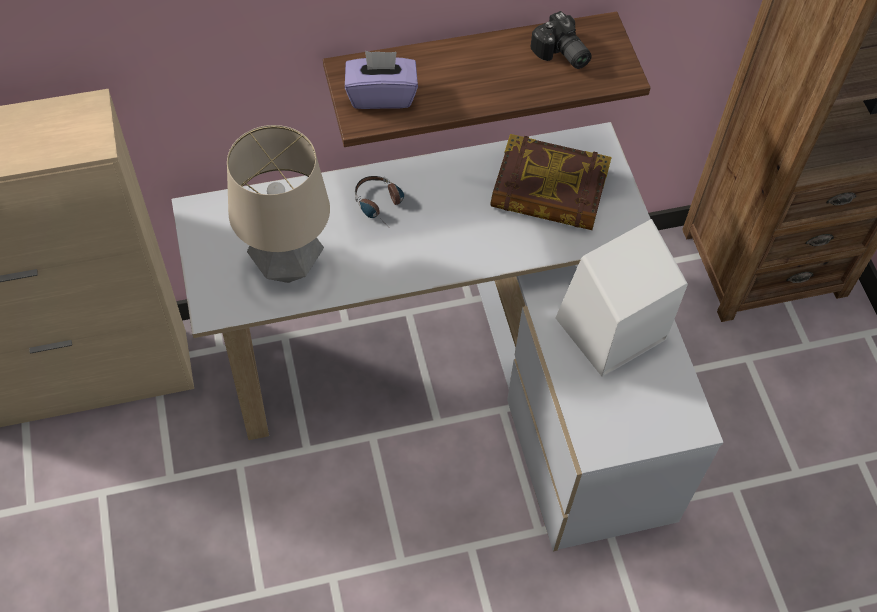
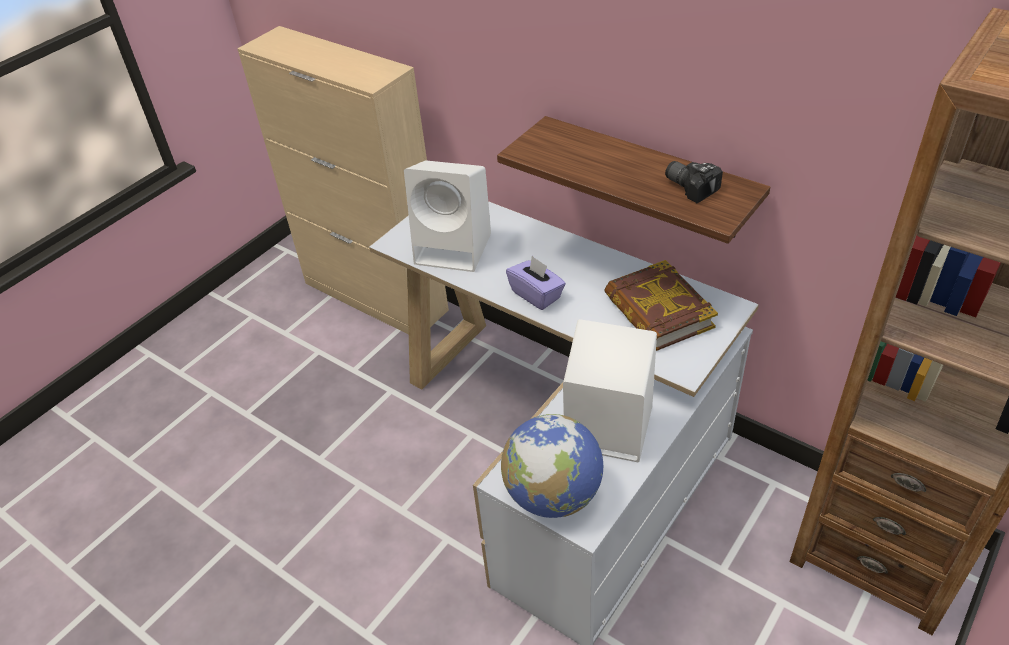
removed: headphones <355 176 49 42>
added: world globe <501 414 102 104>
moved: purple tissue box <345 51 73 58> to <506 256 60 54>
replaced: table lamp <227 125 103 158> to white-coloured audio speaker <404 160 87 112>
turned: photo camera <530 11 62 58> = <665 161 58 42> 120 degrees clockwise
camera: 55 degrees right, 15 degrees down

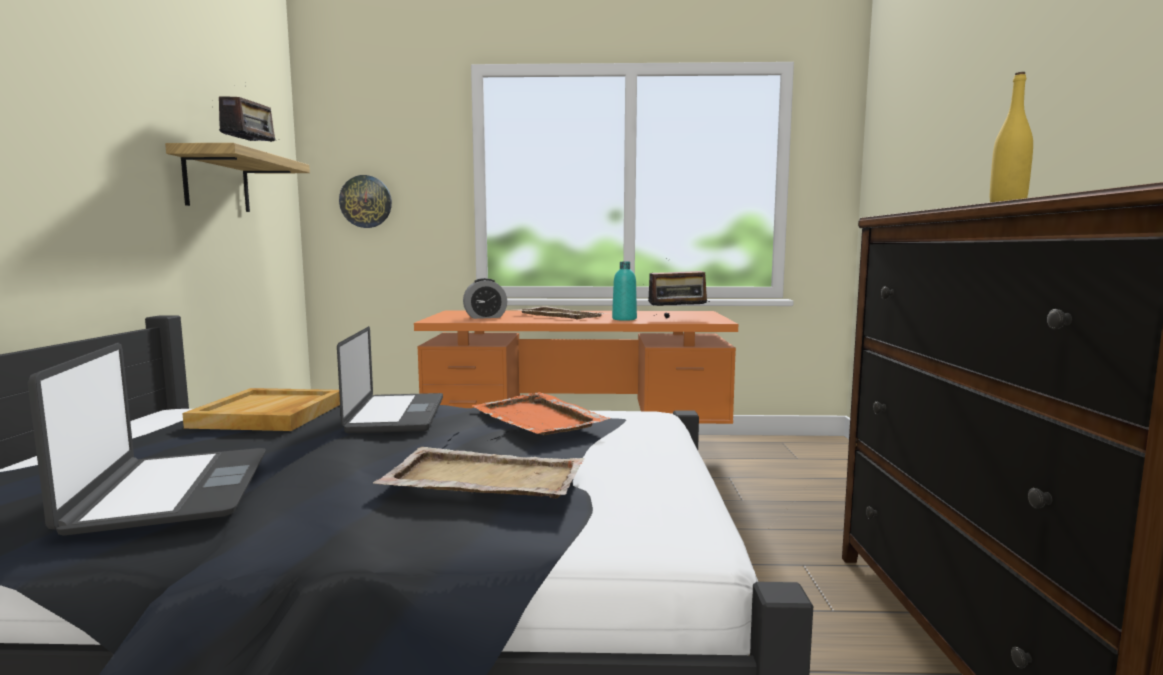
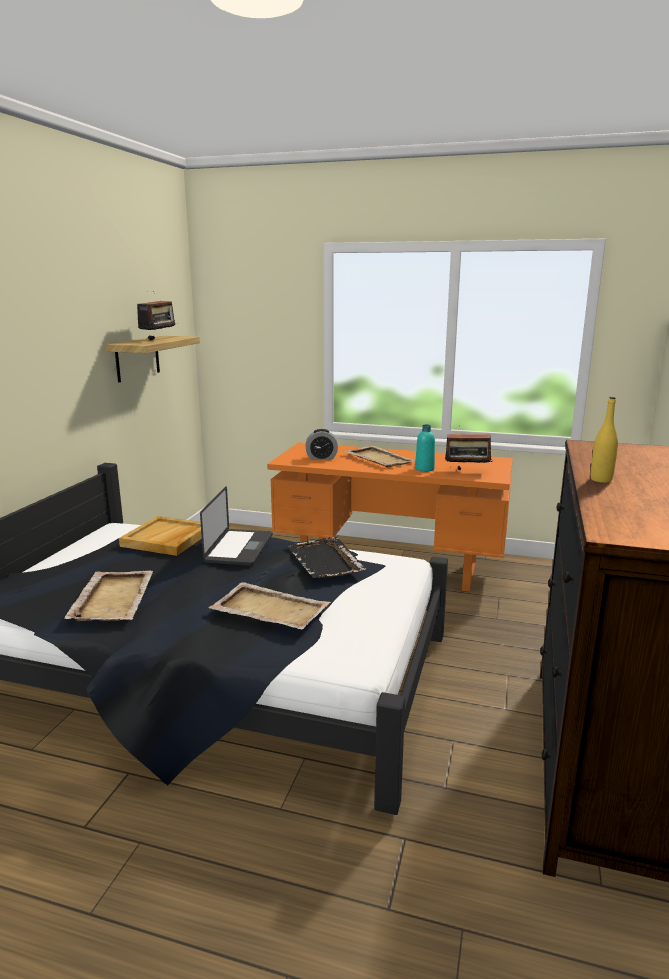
removed: hanging clock <339 175 53 53>
replaced: notebook computer <28 343 238 193> to sand-coloured serving tray <64 570 89 51>
recoloured: orangey serving tray <472 392 139 43> to black serving tray <287 536 80 42>
camera: 15 degrees right, 10 degrees up

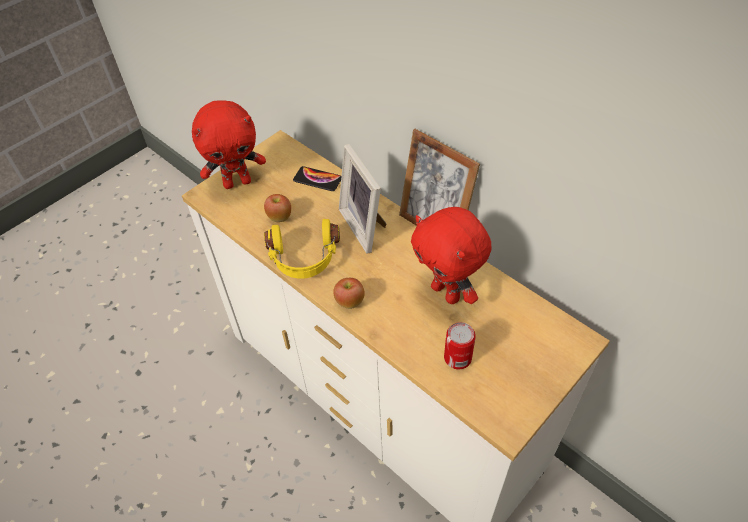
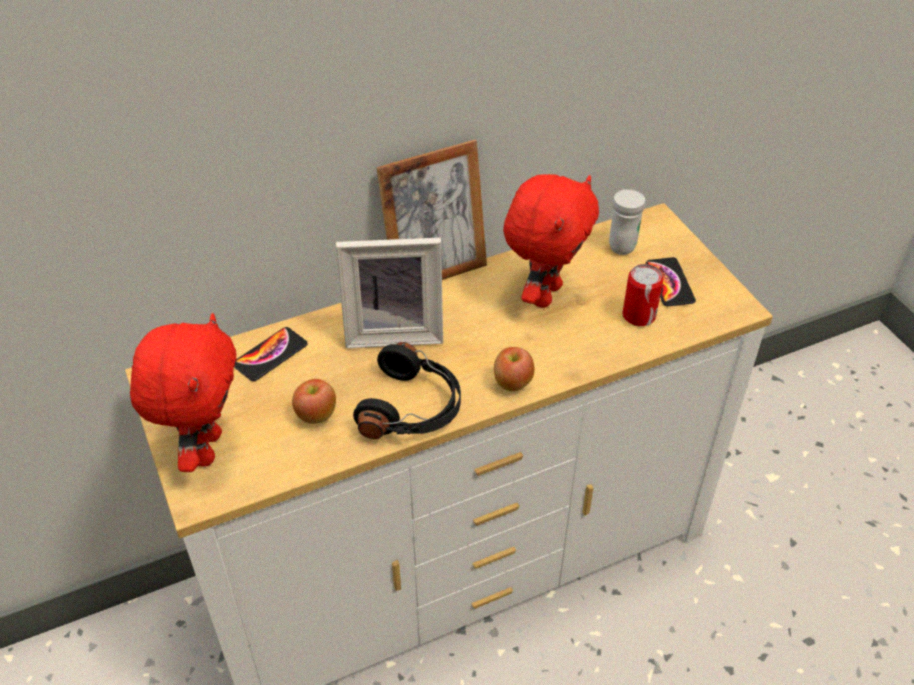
added: white-coloured tea mug <609 189 36 66>; handset <646 257 50 49>
recoloured: yellowish headphones <264 219 76 60> to black headphones <353 342 108 97>
turned: red cuddly toy <411 207 80 97> = <503 174 96 134> 45 degrees counterclockwise
camera: 70 degrees left, 5 degrees down

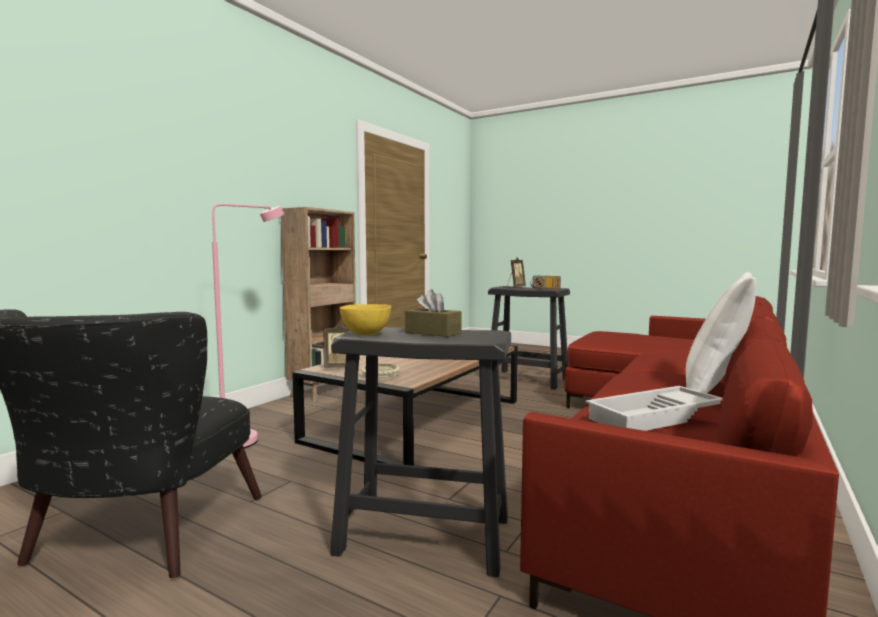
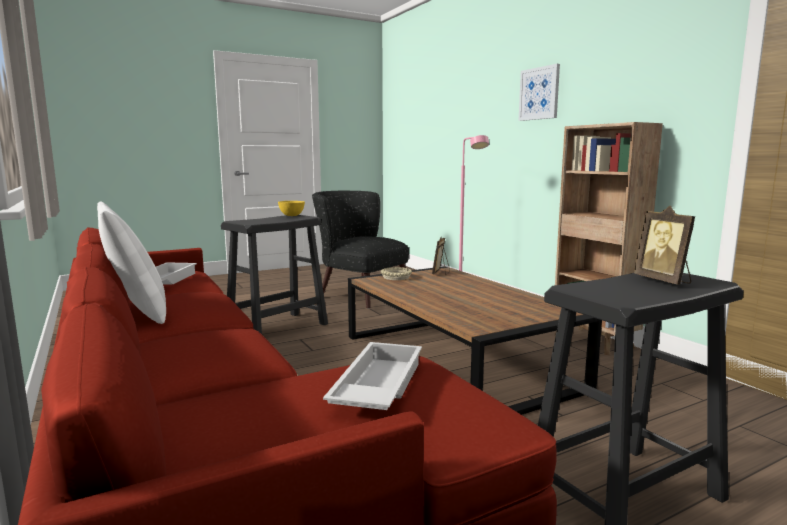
removed: brownish tissue box <405 289 57 48>; radio set <530 275 31 14>
added: white-coloured serving tray <323 342 99 68>; wall art <519 64 41 57>
camera: 120 degrees right, 5 degrees up

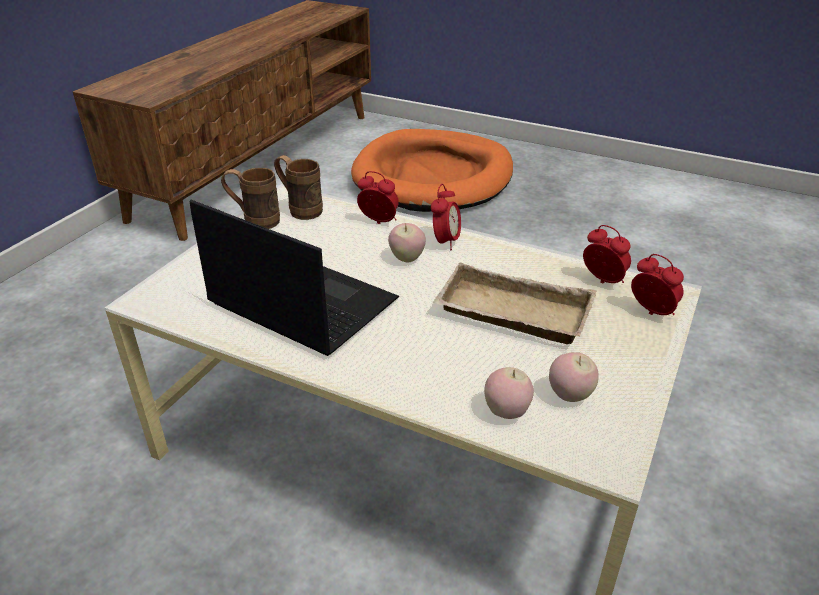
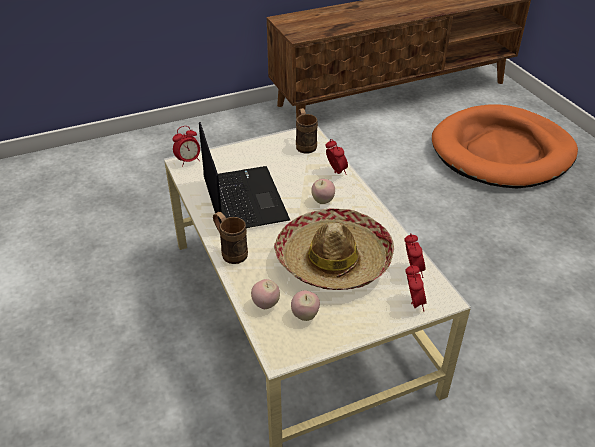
moved: bedside clock <431 184 30 66> to <172 126 28 41>; brownish tea mug <221 168 59 61> to <213 212 35 52>
replaced: sand-coloured serving tray <433 262 163 82> to wearable hat <274 209 120 81>
camera: 40 degrees right, 5 degrees up

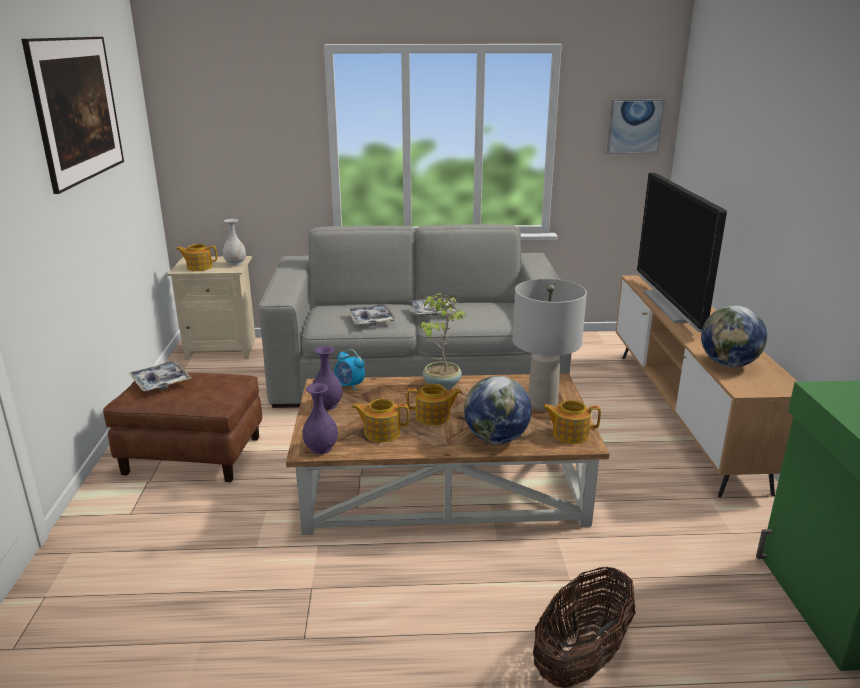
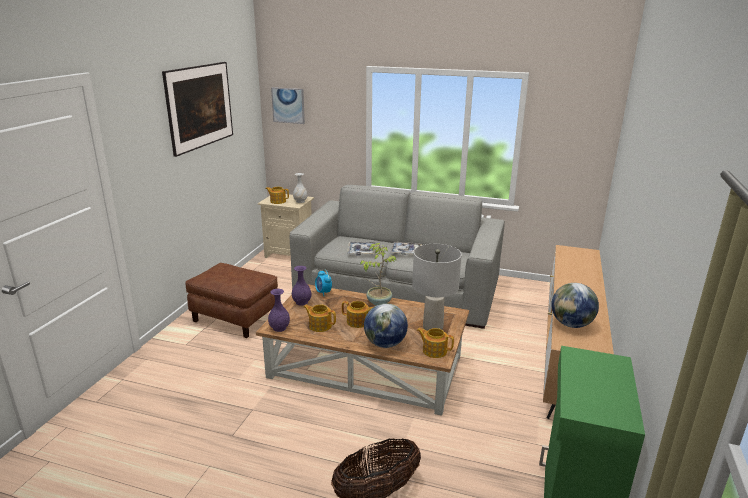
removed: serving tray <129 361 62 30>; television <637 173 90 159>
moved: wall art <607 99 58 55> to <271 87 34 37>
camera: 20 degrees right, 0 degrees up

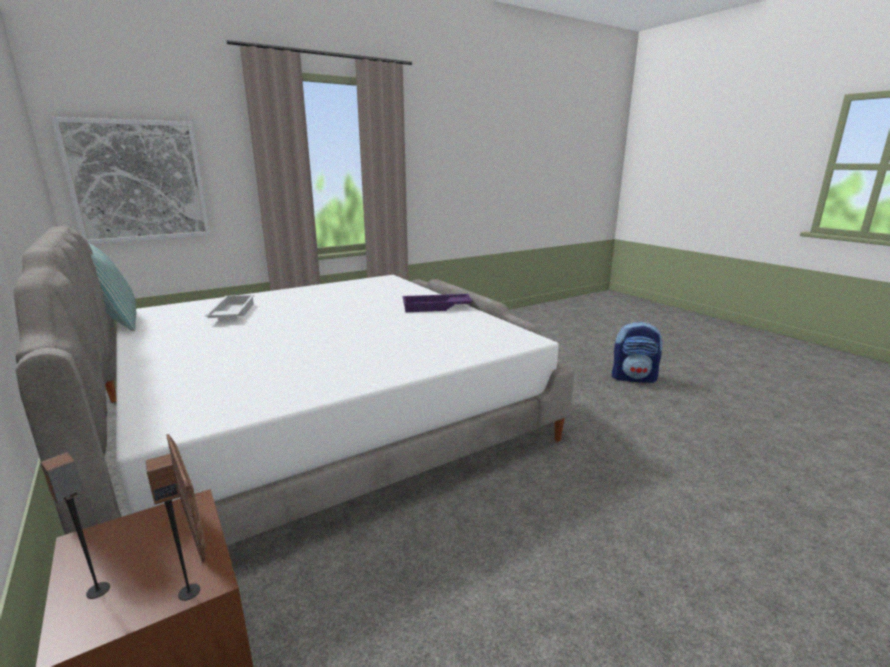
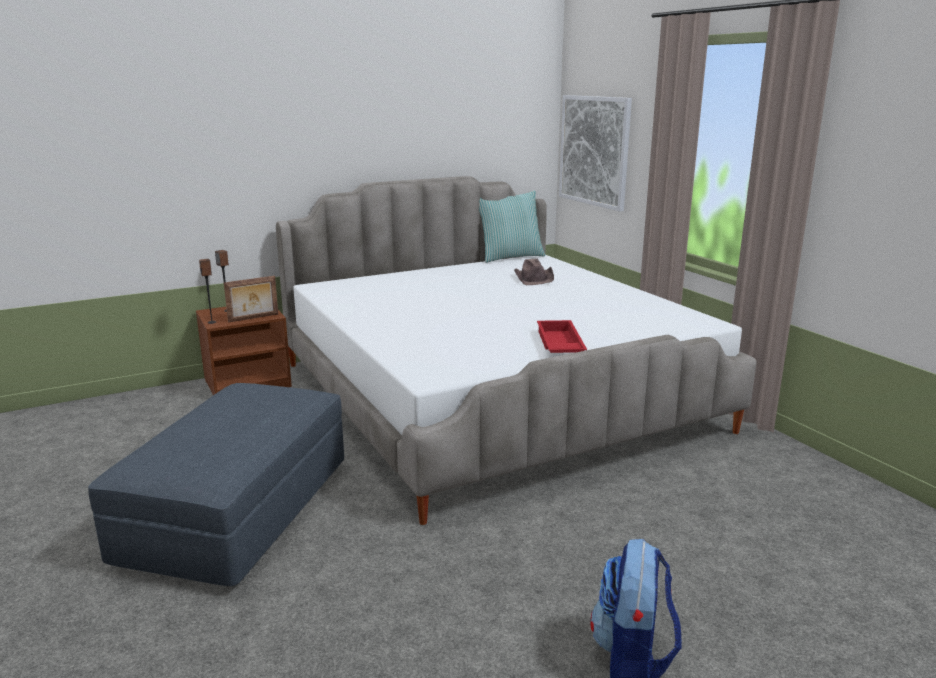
added: gray footrest <88 383 256 203>
replaced: white-coloured serving tray <205 295 49 23> to brownish wearable hat <514 259 40 26>
recoloured: purple serving tray <402 294 71 18> to red serving tray <537 320 50 33>
camera: 95 degrees right, 0 degrees up

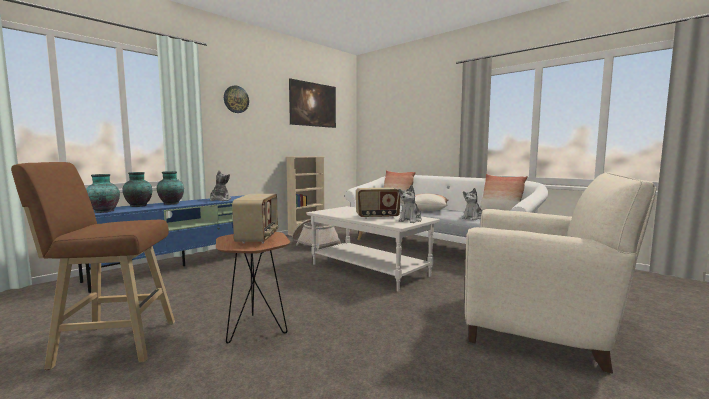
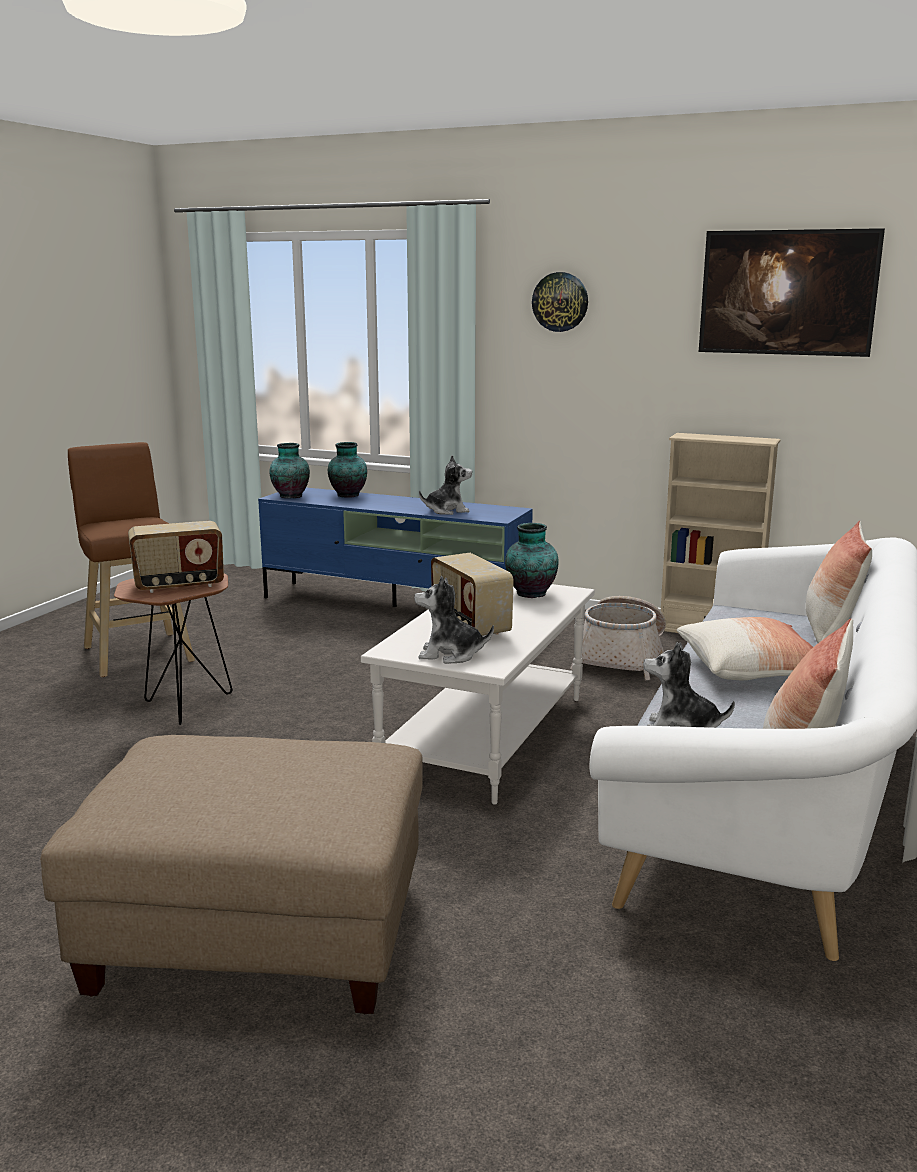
moved: flower vase <157 171 27 34> to <505 523 54 75>
replaced: sand-coloured lounge chair <465 172 191 202> to sand-coloured footrest <40 735 383 279>
camera: 70 degrees right, 10 degrees up

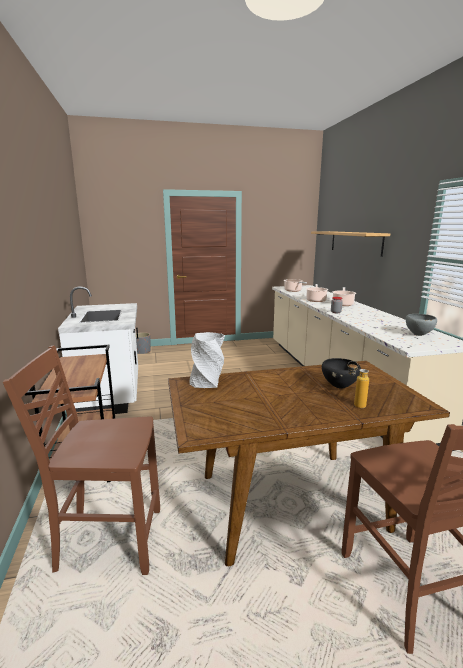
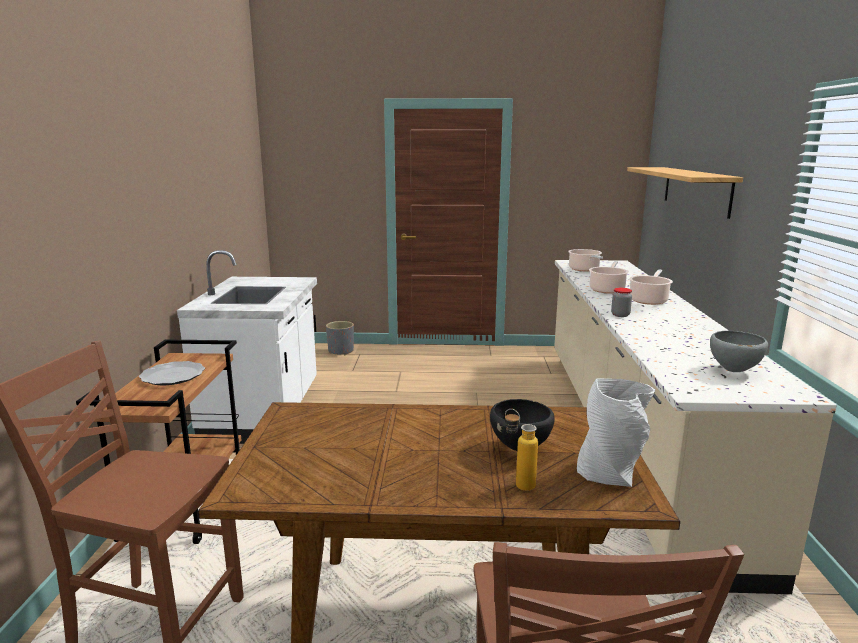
added: dinner plate <139 361 66 24>
moved: gray flower vase <190 332 35 56> to <577 378 78 109>
camera: 15 degrees right, 0 degrees up

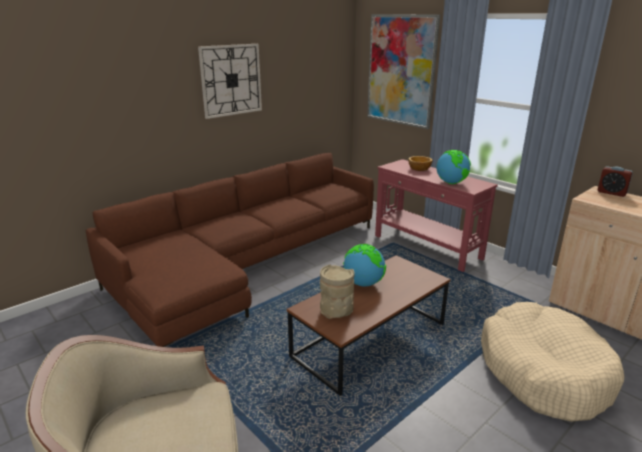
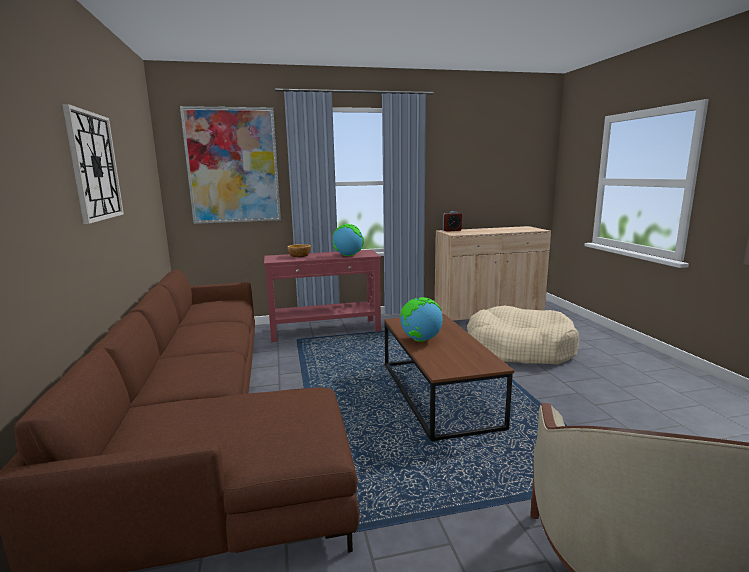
removed: sand-coloured flower vase <320 264 35 55>
camera: 60 degrees left, 10 degrees down

